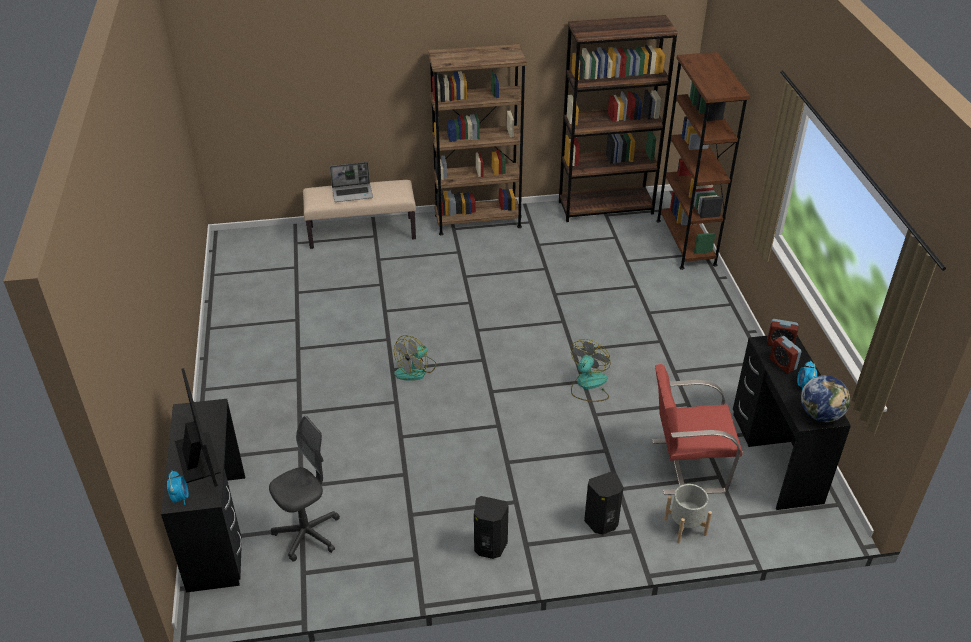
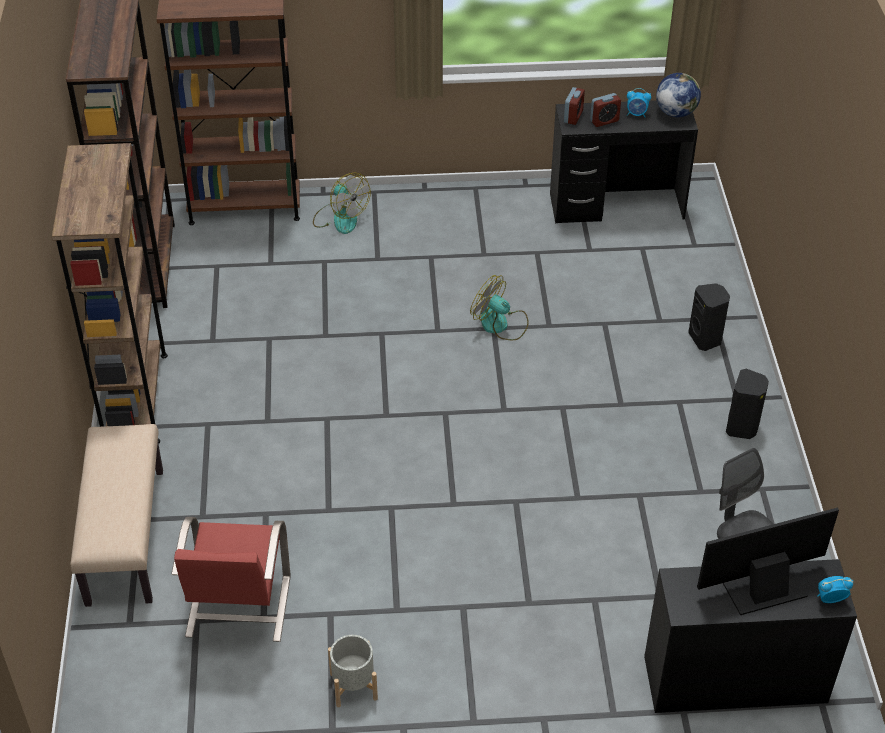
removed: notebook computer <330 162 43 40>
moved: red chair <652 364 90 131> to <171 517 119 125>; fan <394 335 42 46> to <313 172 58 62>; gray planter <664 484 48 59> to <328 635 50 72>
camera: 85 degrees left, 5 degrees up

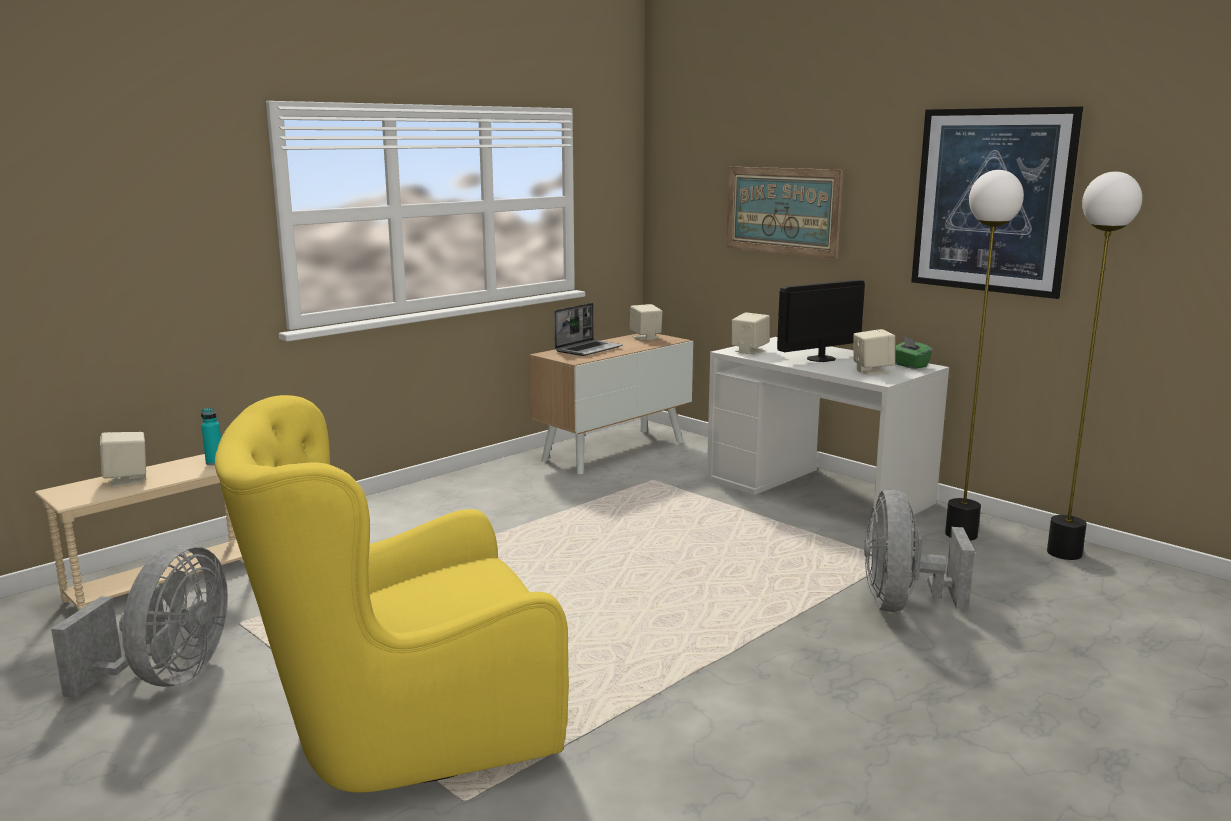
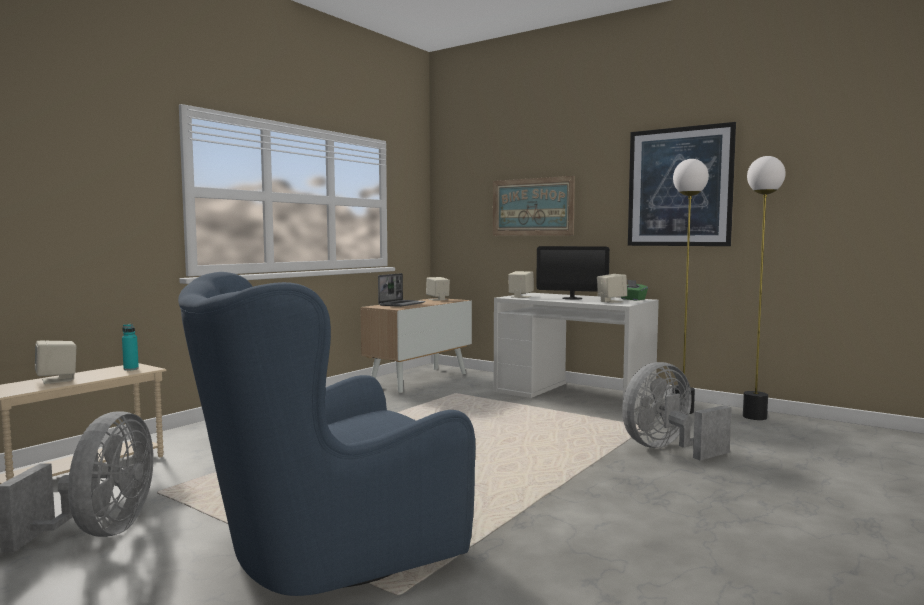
recoloured: yellowish lounge chair <215 395 354 398> to bluish lounge chair <178 272 297 324>
turned: computer display <777 280 88 82> = <536 246 74 54> 120 degrees counterclockwise; gray fan <864 490 111 122> = <622 362 110 98> 60 degrees clockwise
camera: 10 degrees left, 10 degrees down

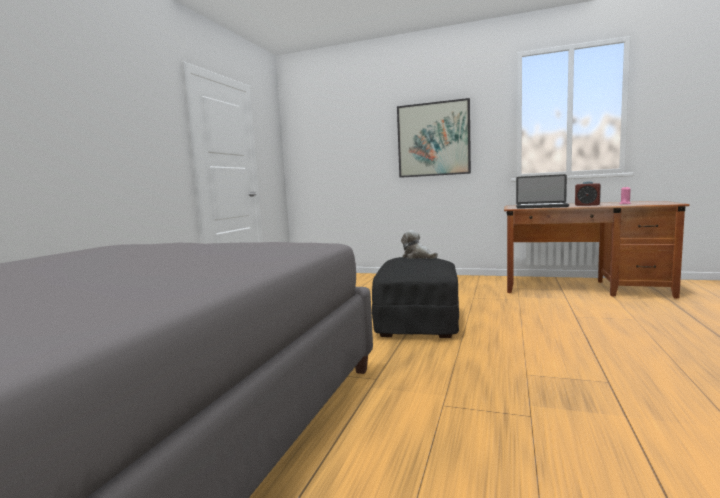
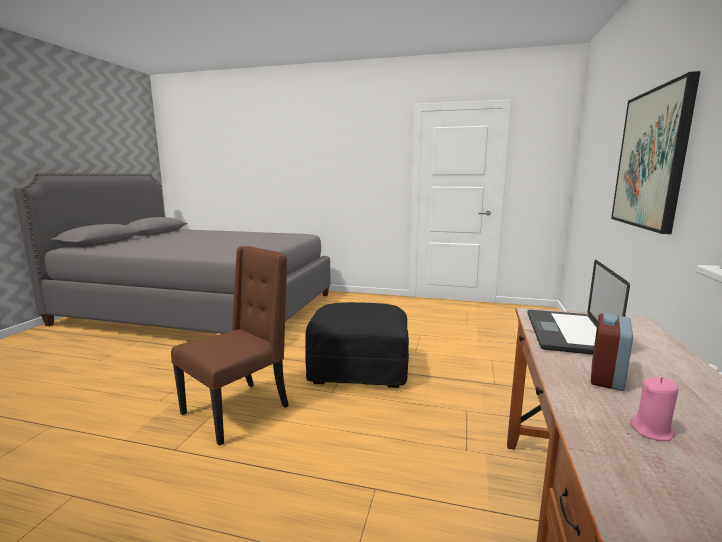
removed: cuddly toy <401 230 37 29>
added: brownish chair <171 246 117 200>
camera: 85 degrees right, 5 degrees up

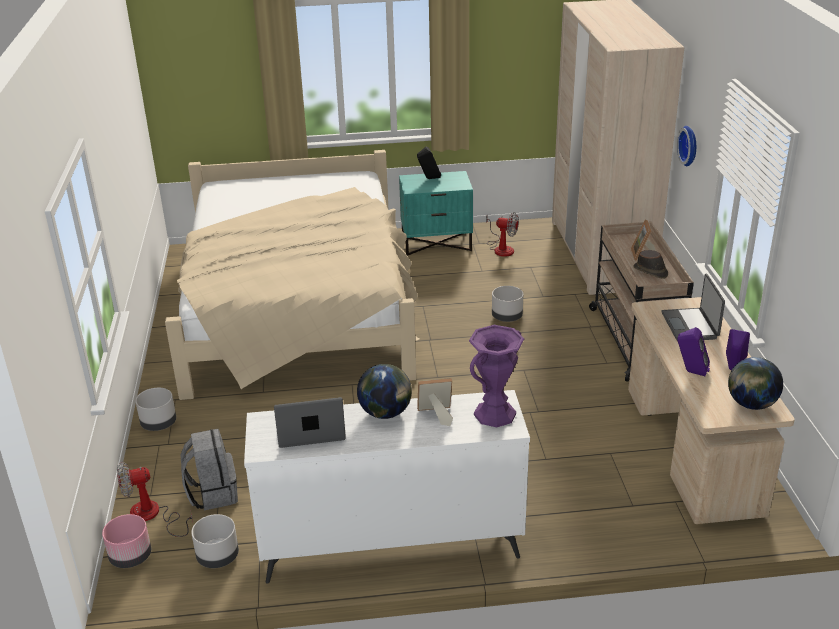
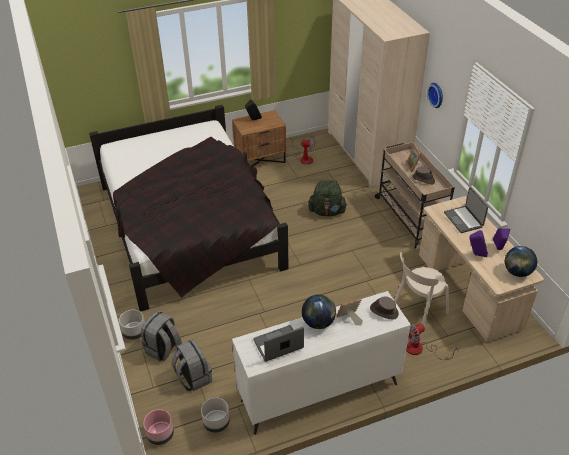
added: gray rucksack <141 311 41 50>; sand-coloured chair <394 252 55 74>
moved: fan <117 462 76 75> to <406 323 53 37>
replaced: gray planter <492 286 31 36> to green rucksack <308 180 39 37>; purple flower vase <469 325 55 102> to brownish wearable hat <370 296 29 24>
recoloured: sand-coloured bedroom bed <165 150 254 250> to black bedroom bed <89 105 199 206>; turquoise-coloured night table <399 171 74 85> to brownish night table <232 110 54 57>
camera: 15 degrees left, 10 degrees up

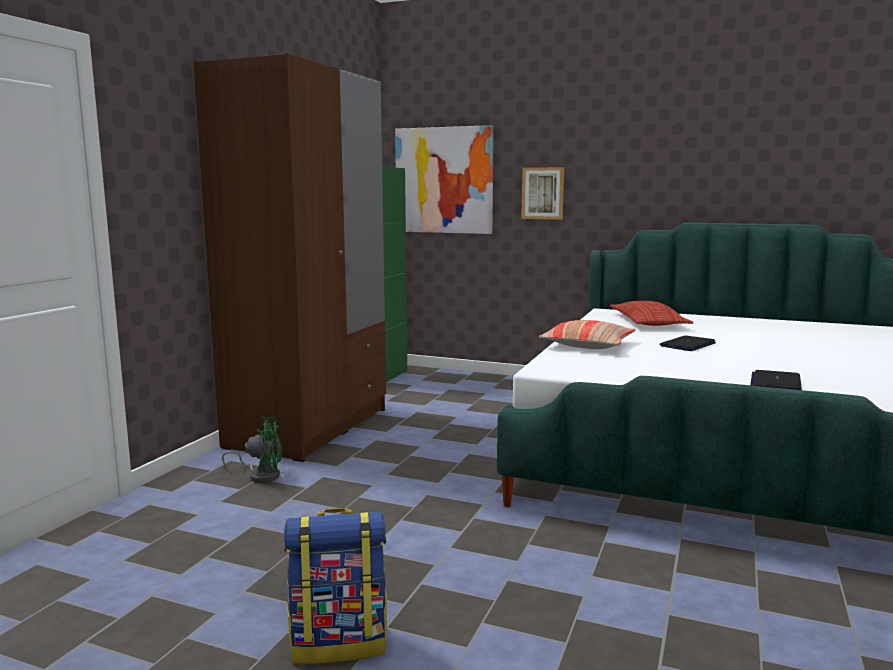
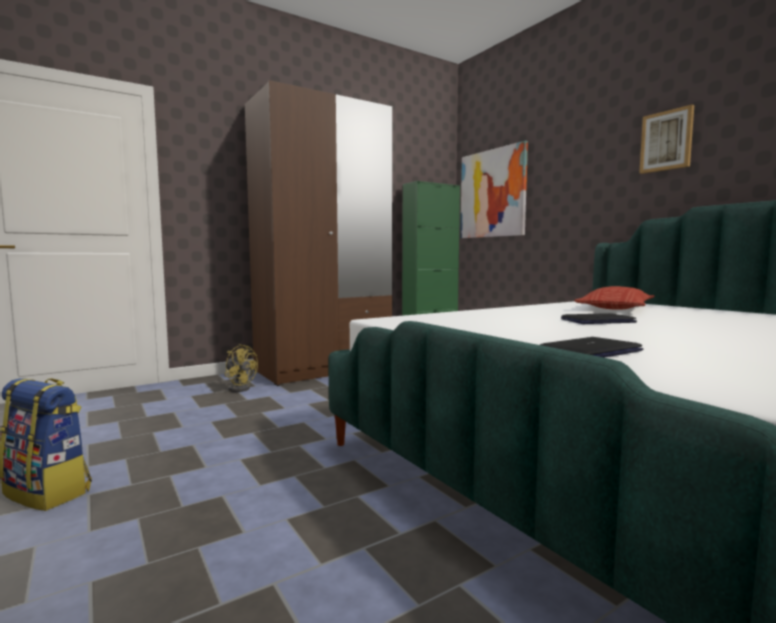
removed: cushion <539 320 96 29>
moved: wall art <521 167 43 53> to <639 104 55 70>
recoloured: green fan <222 417 61 66> to yellowish fan <225 344 33 48>
camera: 35 degrees right, 5 degrees down

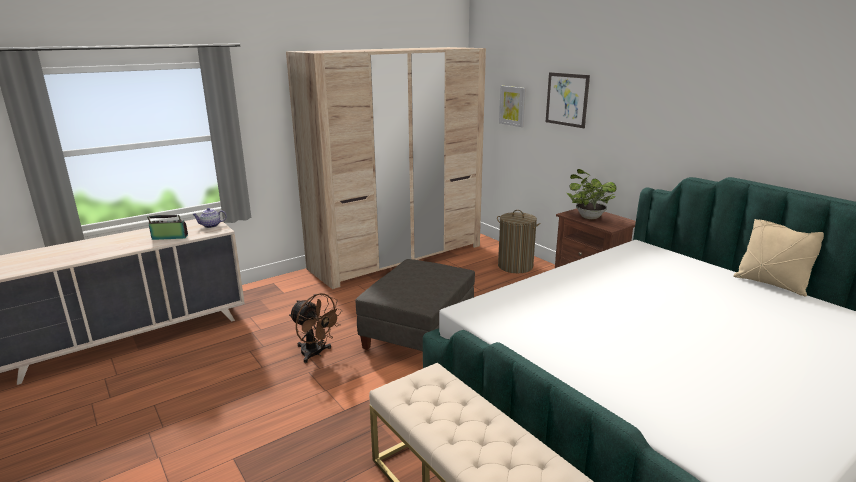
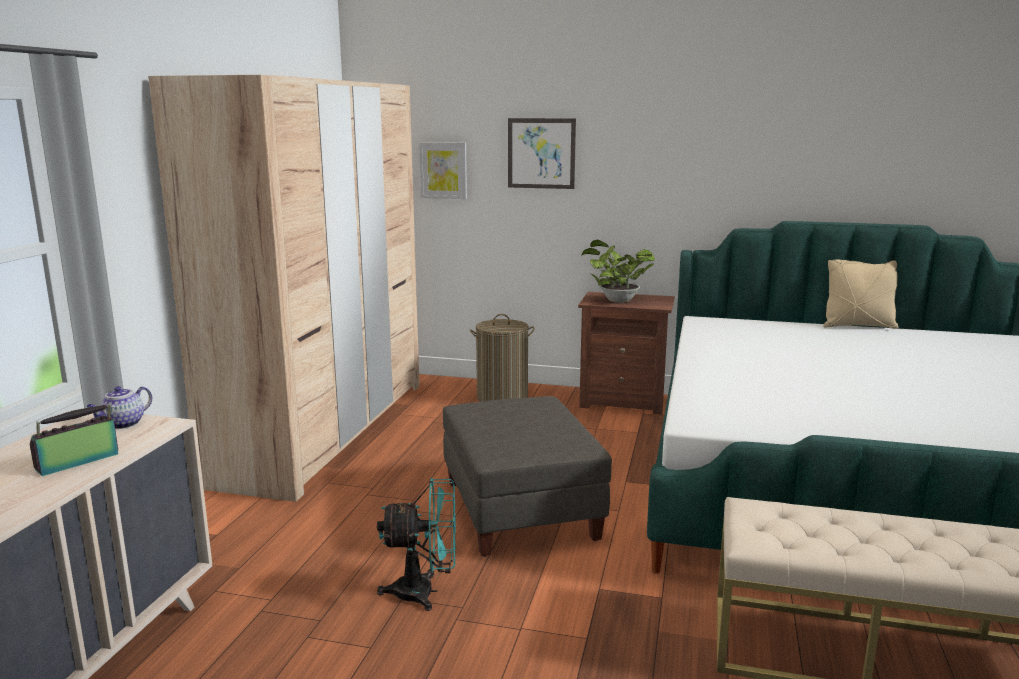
recoloured: brownish fan <289 293 53 70> to turquoise-coloured fan <377 478 79 133>
camera: 40 degrees left, 5 degrees down

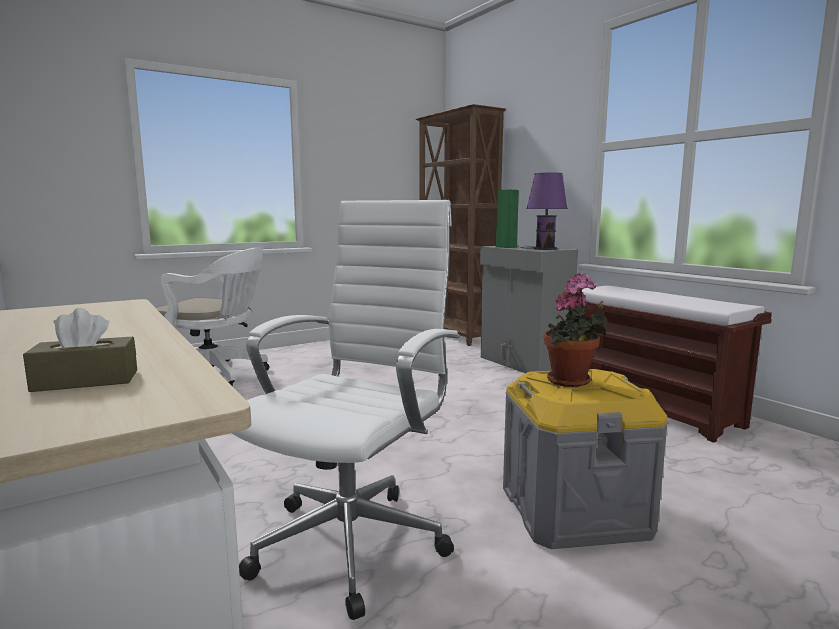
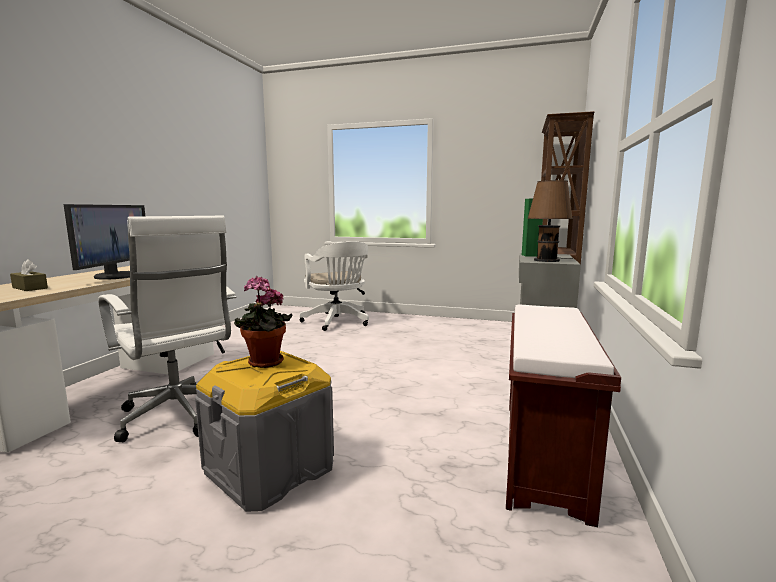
added: computer display <63 204 82 76>
recoloured: purple table lamp <520 173 48 77> to brownish table lamp <528 180 45 82>
turned: white-coloured computer chair <231 200 229 420> = <98 216 138 226> 60 degrees clockwise
camera: 50 degrees right, 0 degrees up

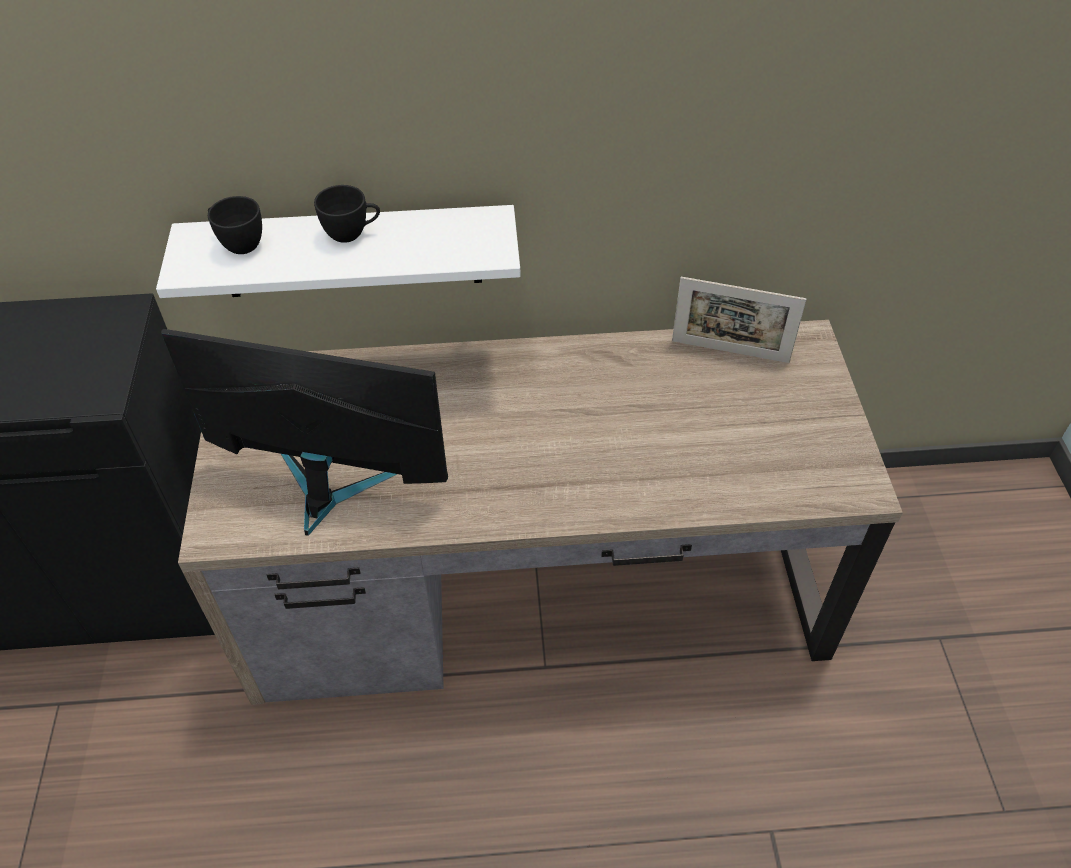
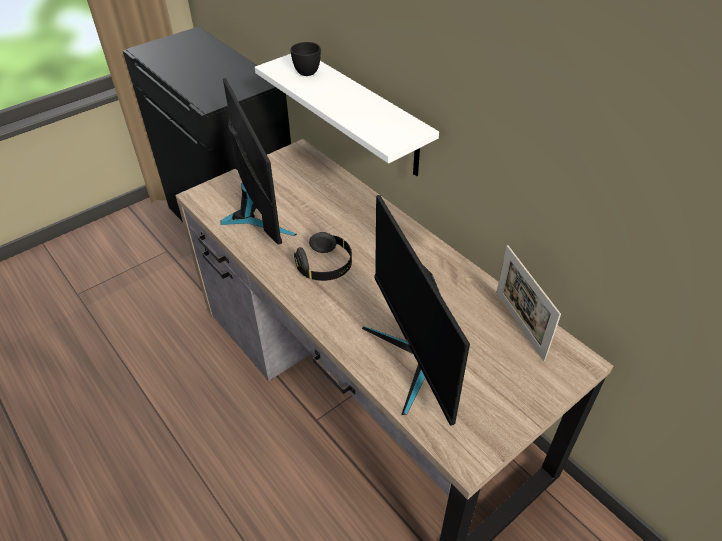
removed: black small cup <314 185 66 58>
added: black headphones <294 232 58 49>; computer display <362 195 108 231>
camera: 55 degrees right, 5 degrees down

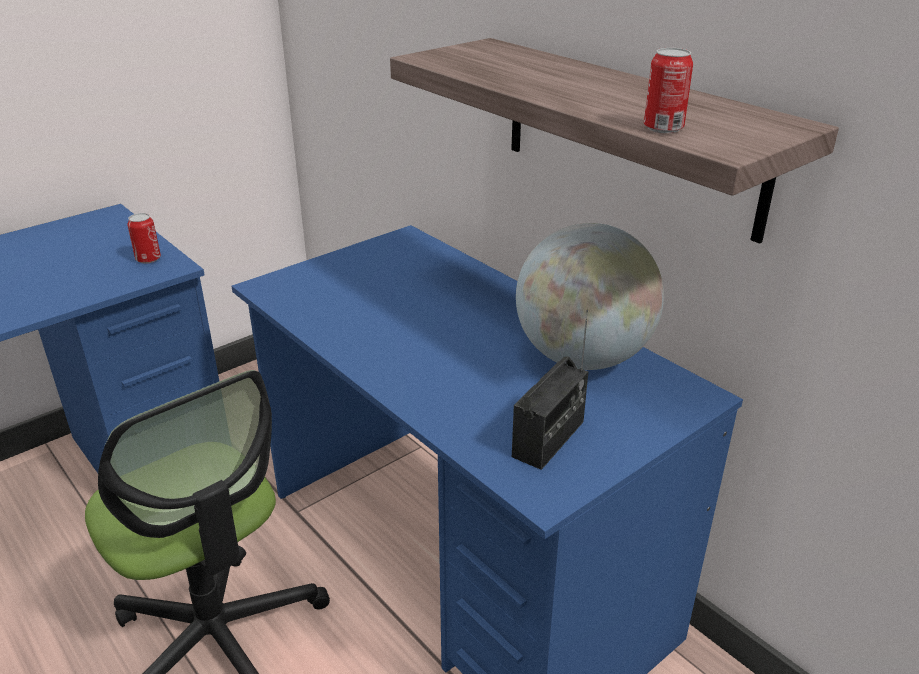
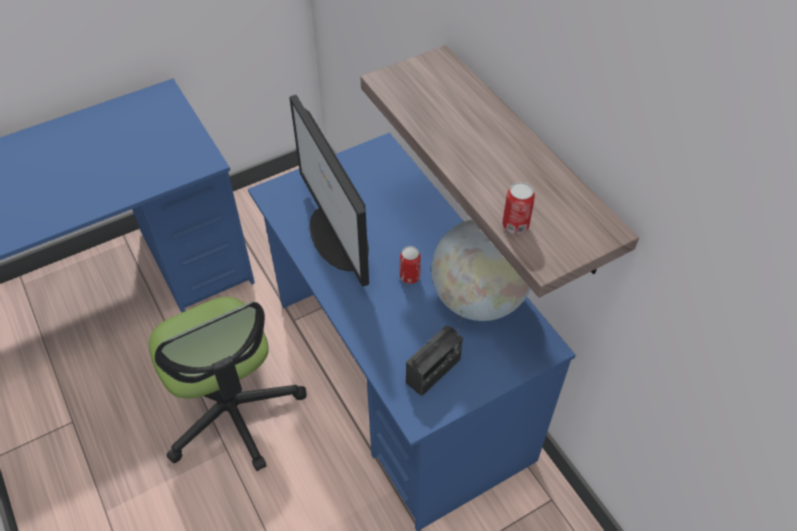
added: computer display <289 95 80 192>
moved: sealed can <127 213 34 51> to <400 246 21 38>
camera: 10 degrees right, 20 degrees up

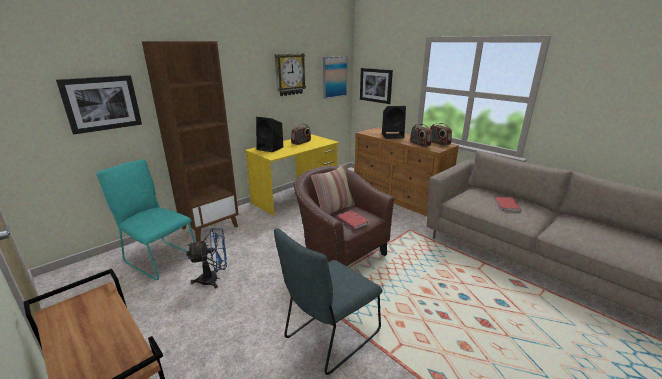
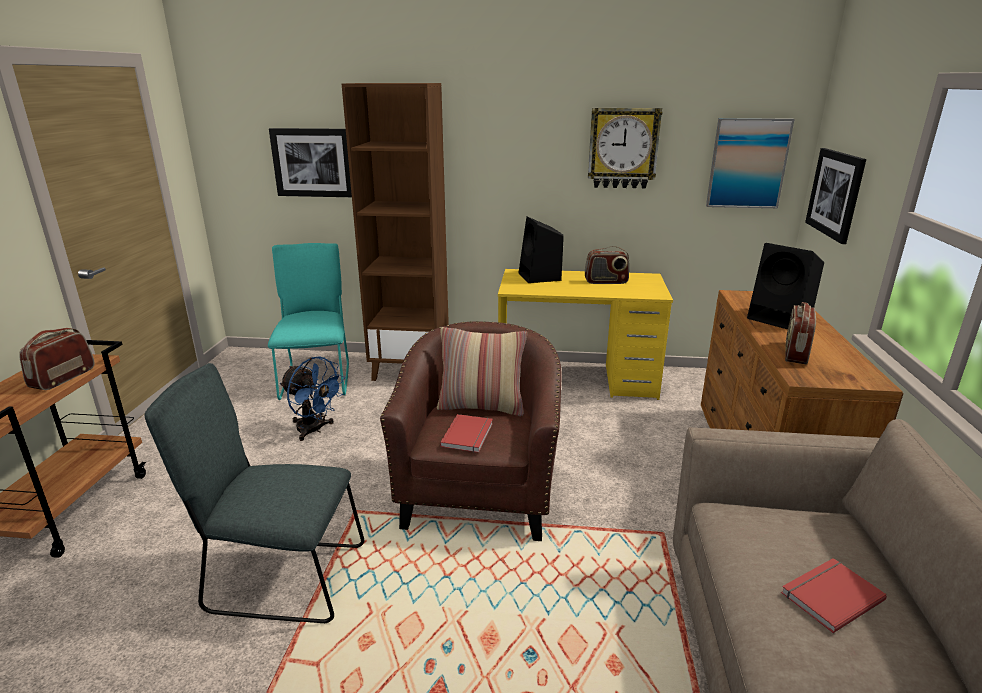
moved: radio set <430 123 22 23> to <19 328 76 62>
camera: 50 degrees right, 0 degrees up

